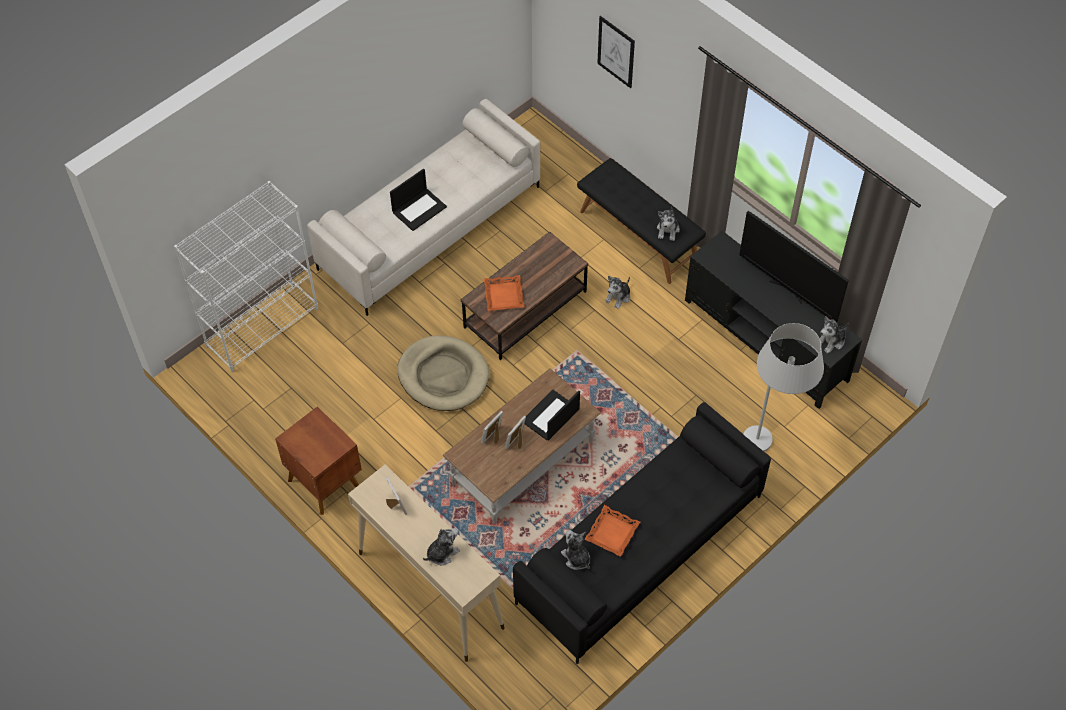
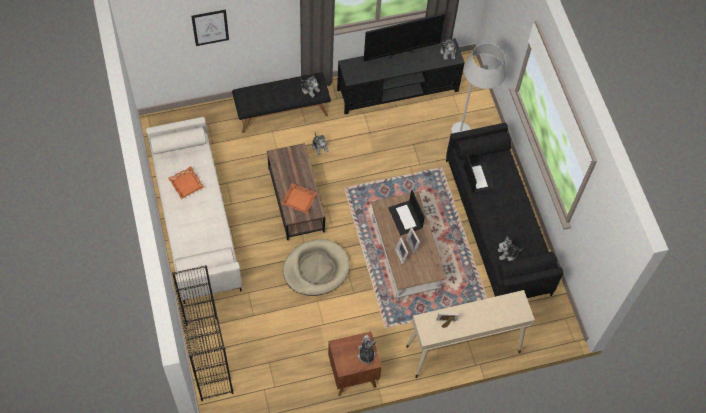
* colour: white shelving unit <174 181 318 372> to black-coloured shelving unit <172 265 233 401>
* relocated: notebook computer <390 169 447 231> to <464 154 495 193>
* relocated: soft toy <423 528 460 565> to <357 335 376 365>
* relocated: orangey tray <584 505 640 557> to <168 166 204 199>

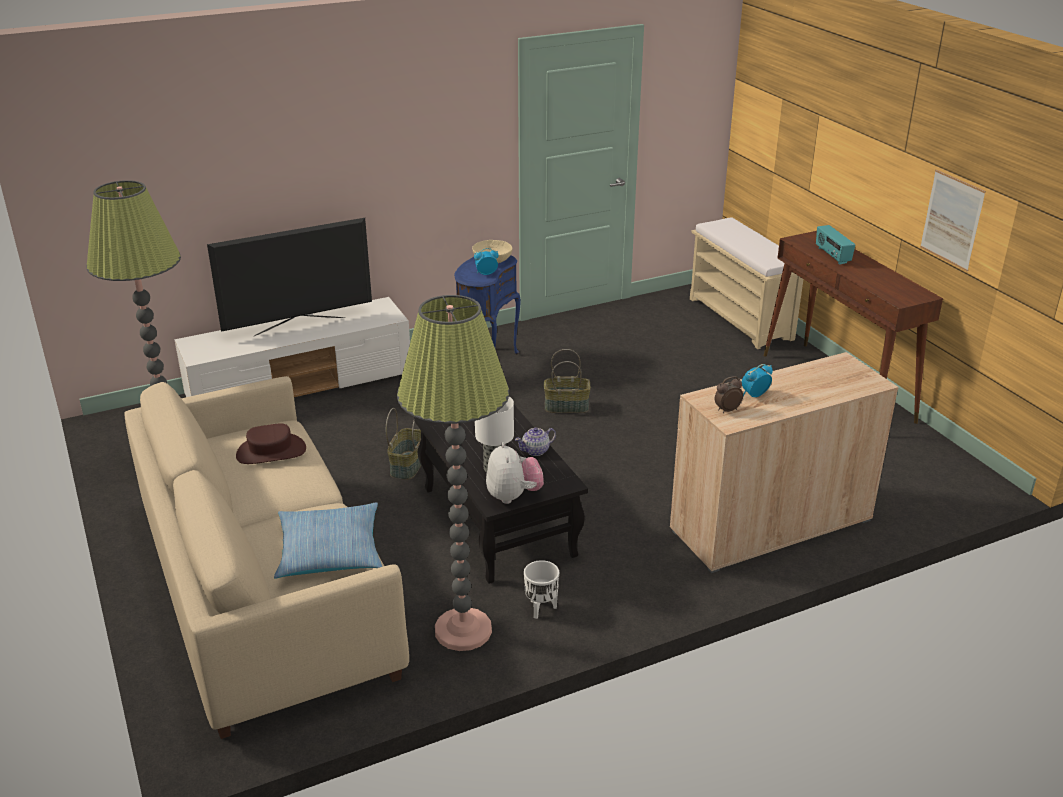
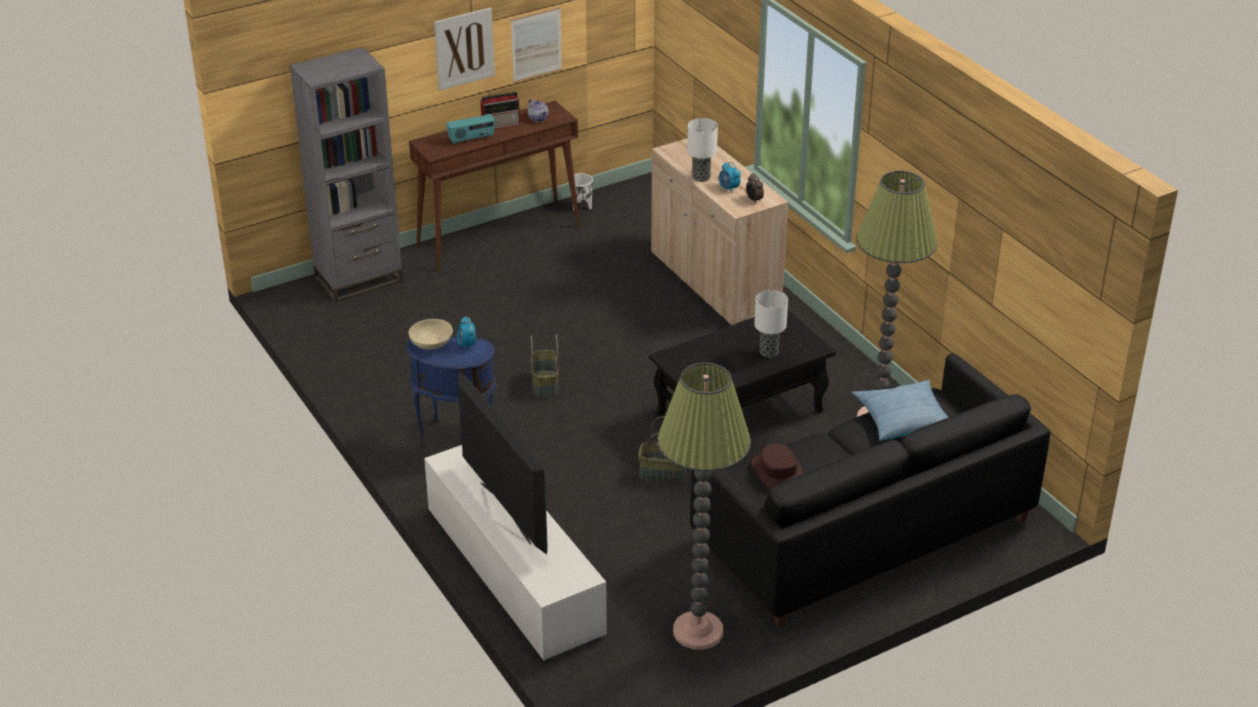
* colour: beige couch <125 376 409 739> to black-coloured couch <690 353 1050 627>
* missing: soft toy <486 442 544 504>
* relocated: teapot <515 428 556 456> to <528 99 549 122>
* relocated: white plant pot <524 560 559 619> to <570 173 593 210>
* exchanged: beige long seat <690 217 803 349> to grey shelving unit <290 47 403 302>
* appeared: wall art <434 8 495 90>
* appeared: radio set <481 92 520 129>
* appeared: table lamp <687 118 718 182>

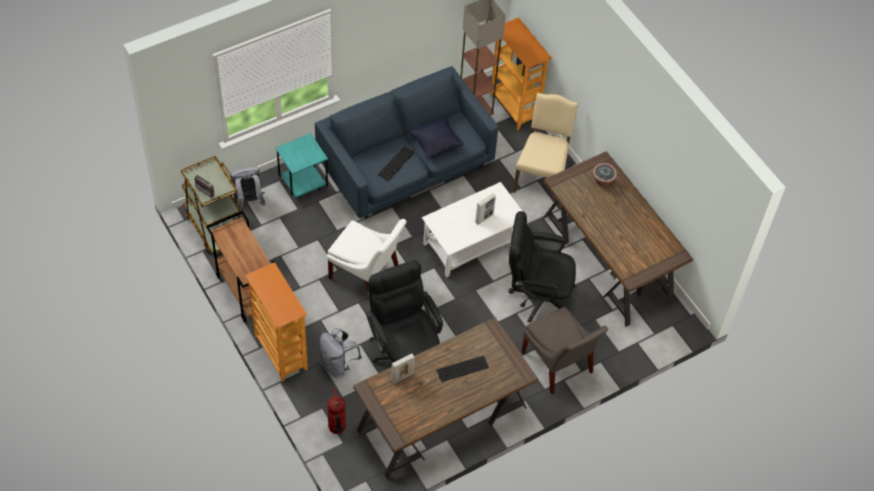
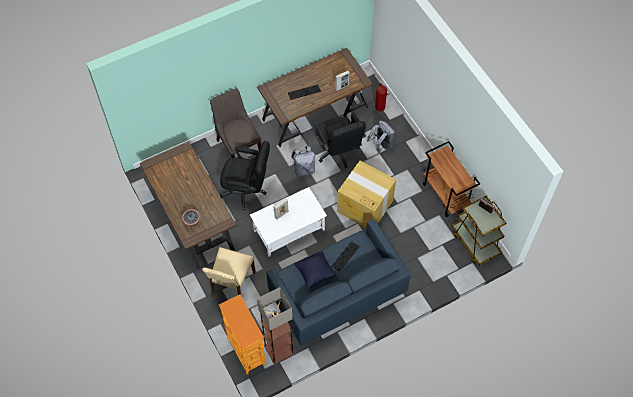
* relocated: grey knapsack <231 167 266 209> to <291 146 315 176>
* missing: shelving unit <245 262 308 382>
* missing: blue-green accent table <275 133 328 198>
* exchanged: white plain chair <327 219 406 292> to cardboard box <337 161 396 228>

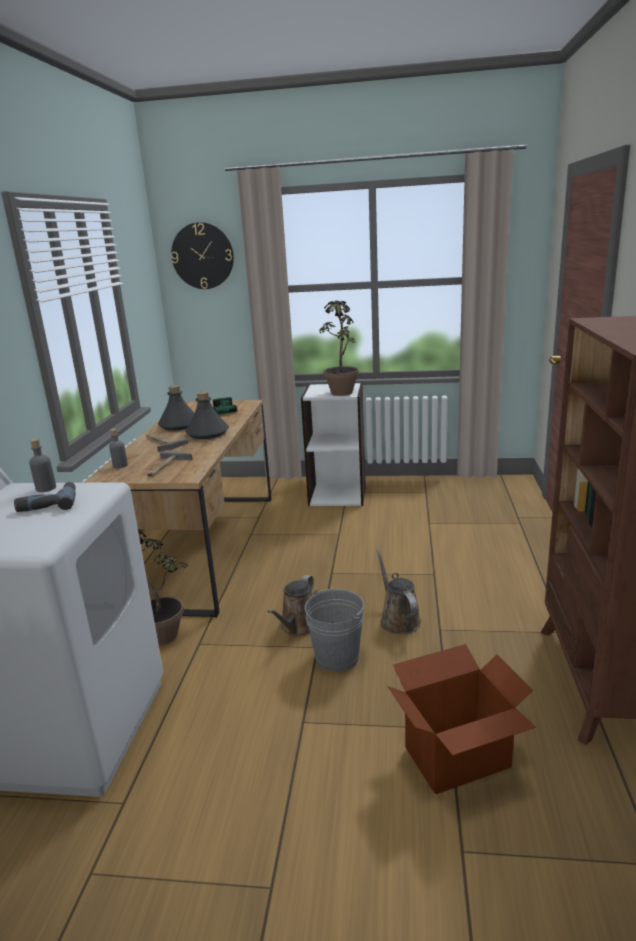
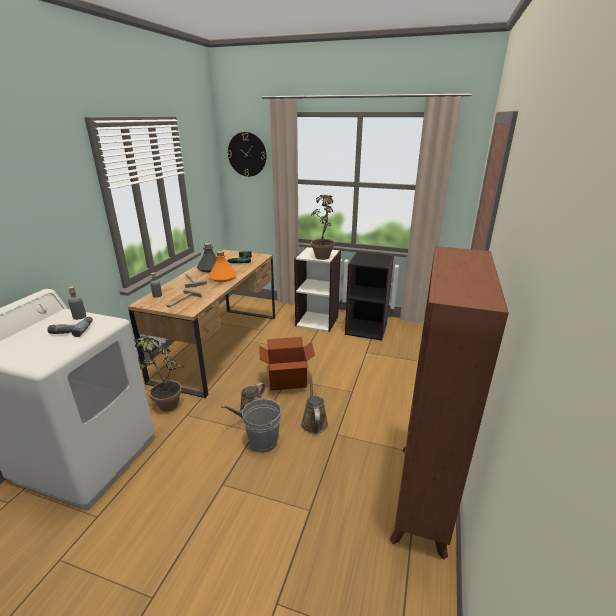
* colour: grey bottle <185 391 229 439> to orangey bottle <208 251 237 282>
* relocated: cardboard box <388 644 536 795> to <259 337 315 391>
* appeared: black-coloured shelving unit <345 252 394 341>

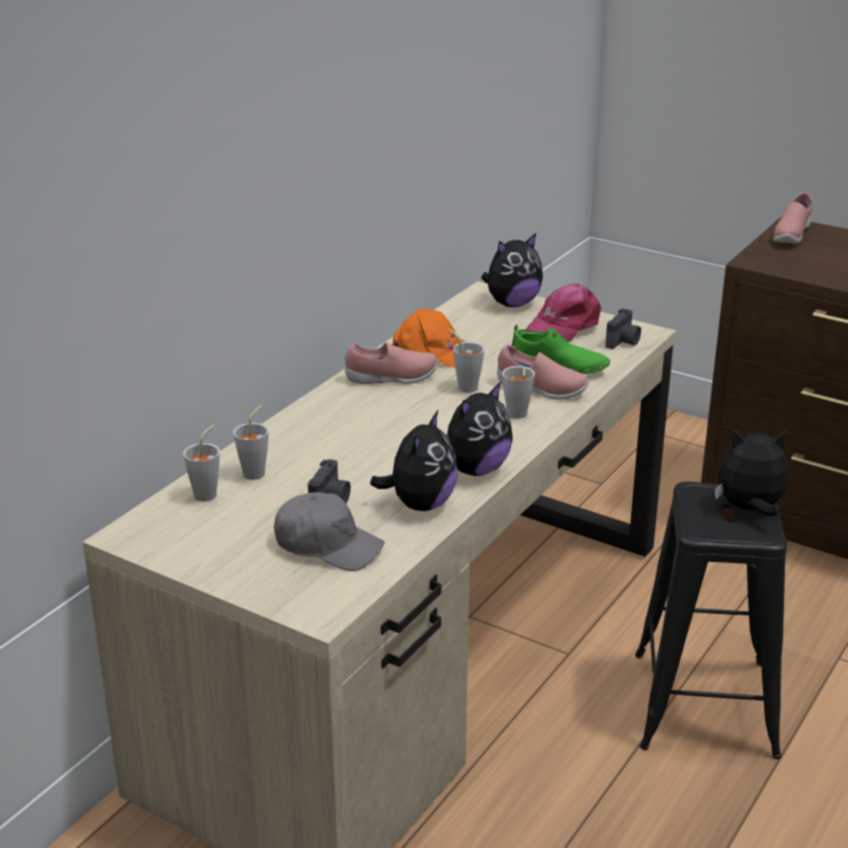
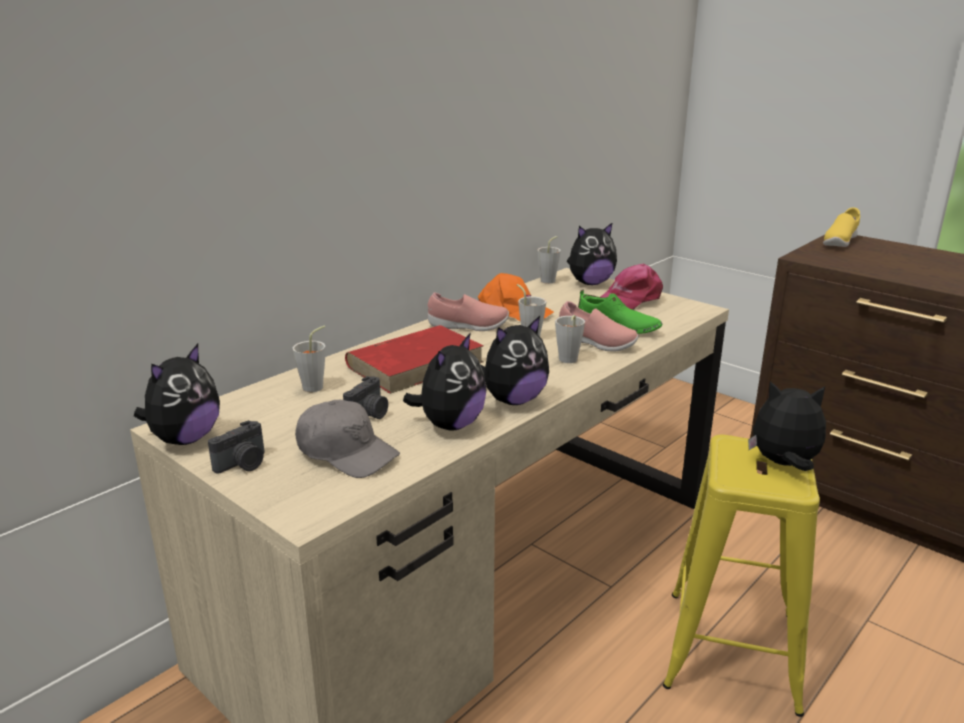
* relocated: grey small cup <183 425 220 502> to <537 236 561 284>
* relocated: photo camera <605 309 641 349> to <208 420 265 474>
* colour: black-coloured stool seat <635 481 787 759> to yellowish stool seat <663 435 820 717>
* colour: pink low shoe <773 192 812 244> to yellowish low shoe <823 207 860 247>
* appeared: soft toy <134 344 220 445>
* appeared: reddish book <345 325 484 394>

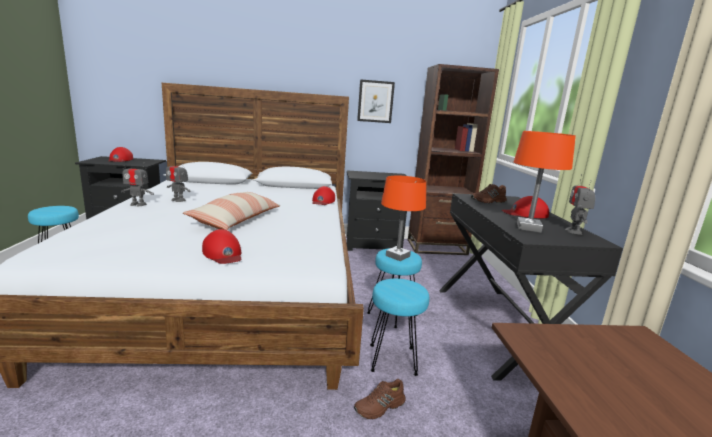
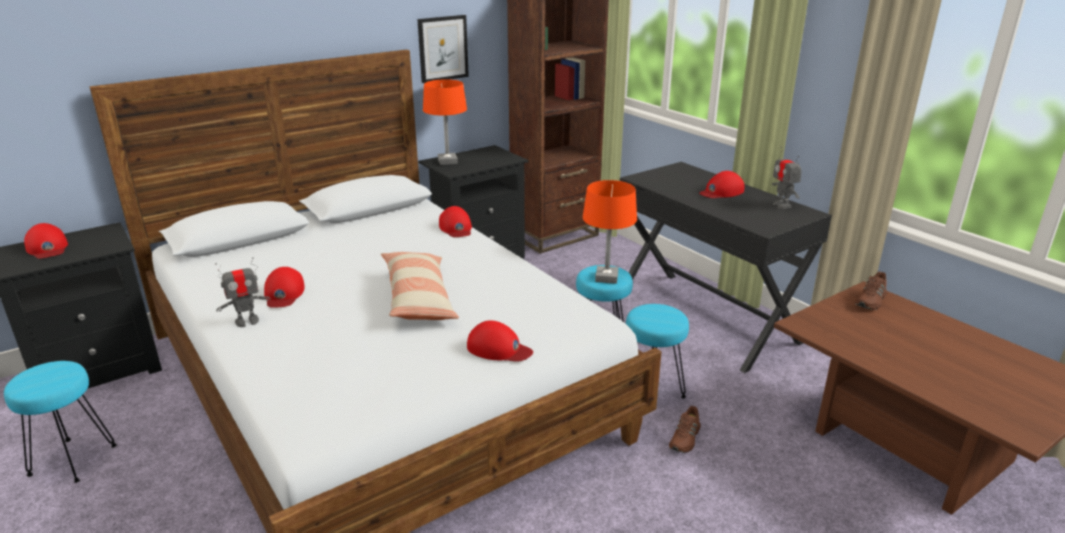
* exchanged: model robot <166 157 191 202> to reddish peaked cap <264 267 305 308>
* relocated: brownish low shoe <471 184 507 203> to <855 271 887 310>
* relocated: orangey table lamp <514 131 576 233> to <423 79 467 165>

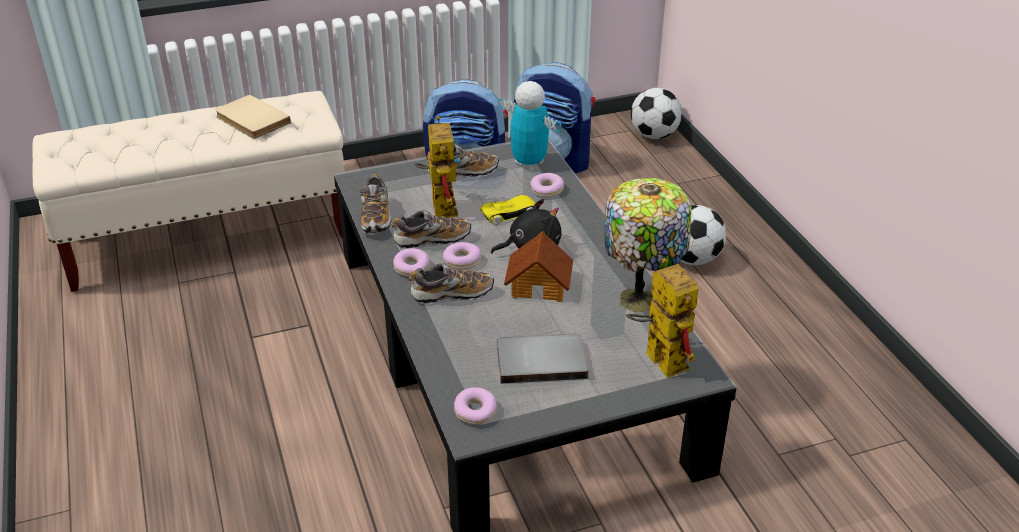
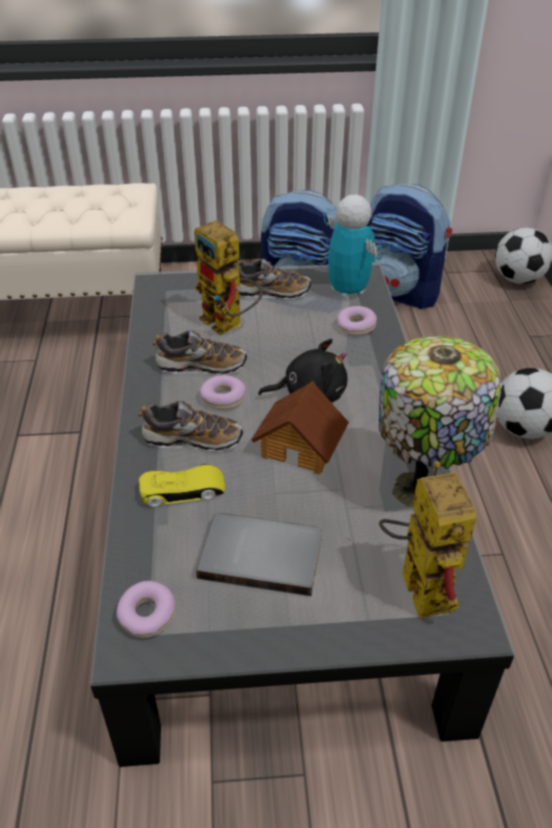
* missing: beige book <215 95 291 139>
* missing: low shoe <360 174 392 235>
* missing: doughnut <393 248 430 277>
* spun: model robot <415 116 459 218> = <194 220 263 335> 135 degrees clockwise
* relocated: yellowish toy car <480 195 539 225> to <139 464 225 507>

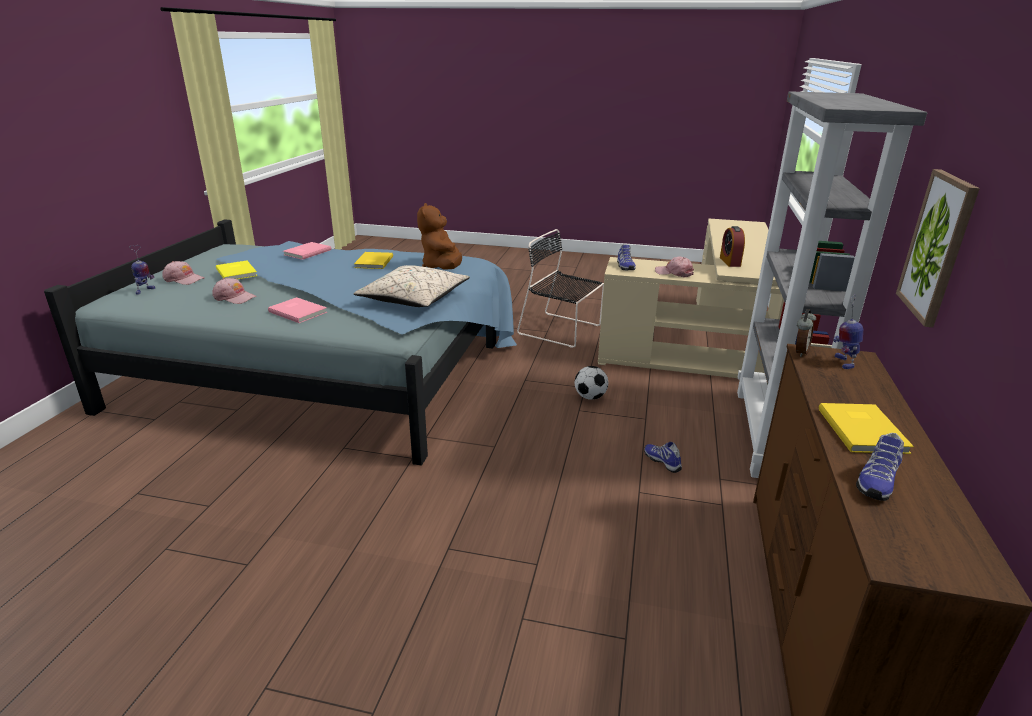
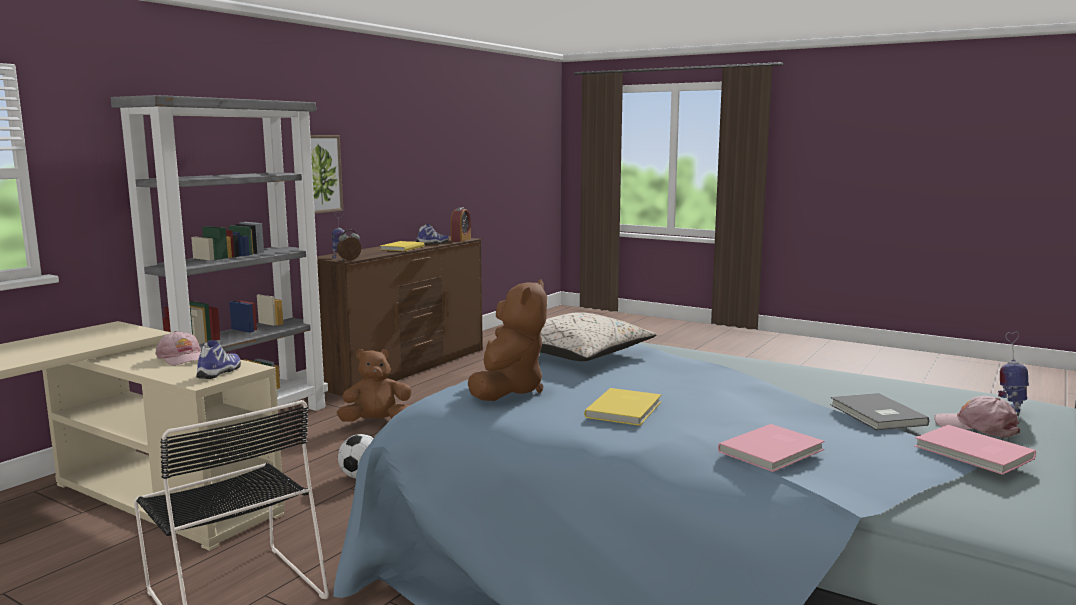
* missing: pink peaked cap <212 278 257 304>
* colour: yellowish book <216 261 258 279> to grey book <830 393 929 430>
* relocated: pink book <268 297 327 323> to <914 425 1036 475>
* exchanged: low shoe <644 442 682 473> to brownish soft toy <337 349 412 422>
* relocated: table clock <720 226 745 267> to <451 207 471 242>

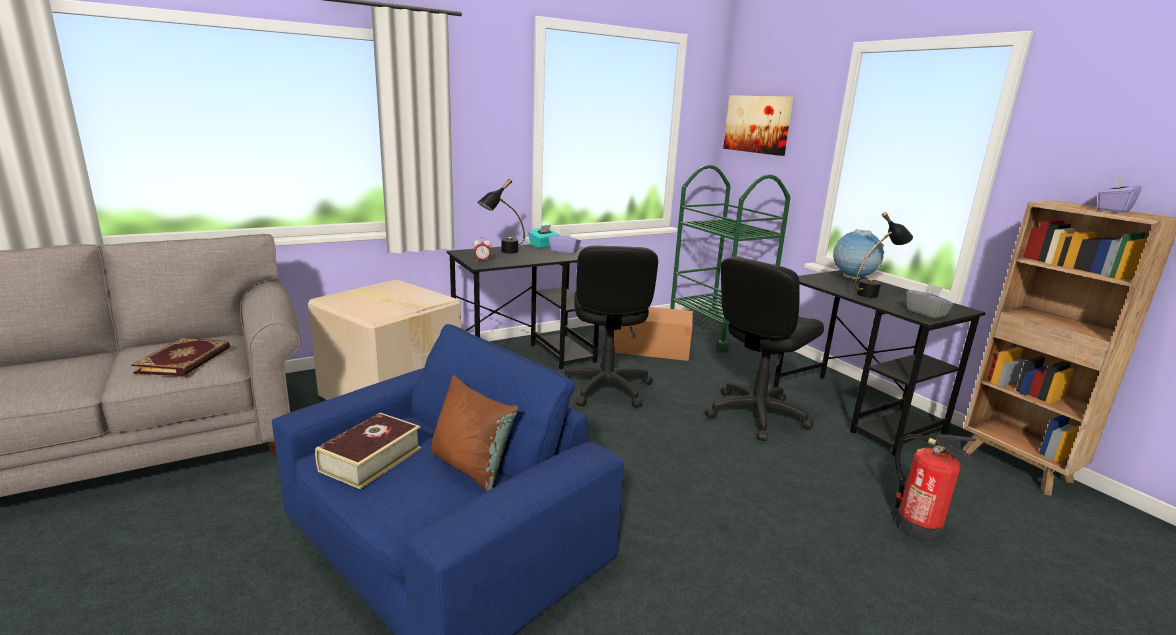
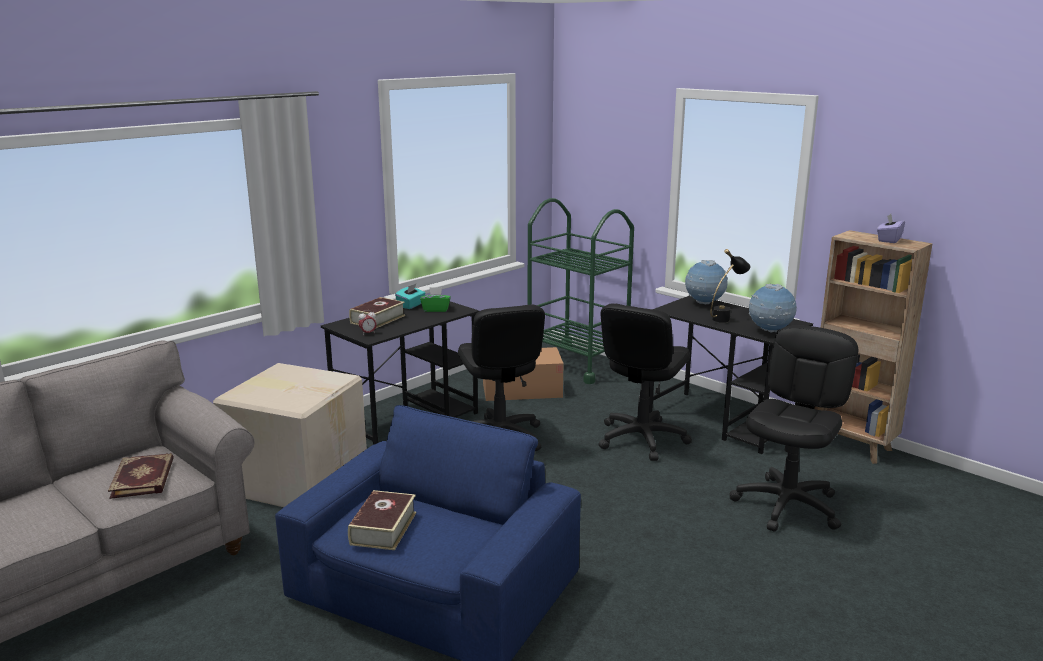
* missing: brownish throw pillow <432 375 519 492>
* exchanged: black-coloured table lamp <477 179 525 253> to book <349 297 405 329>
* colour: purple-coloured tissue holder <549 229 581 254> to green-coloured tissue holder <420 287 451 312>
* missing: wall art <723 95 793 156>
* exchanged: fire extinguisher <894 434 977 543> to black-coloured desk chair <730 325 858 531>
* exchanged: grey tissue holder <907 283 954 319> to world globe <749 284 797 332>

